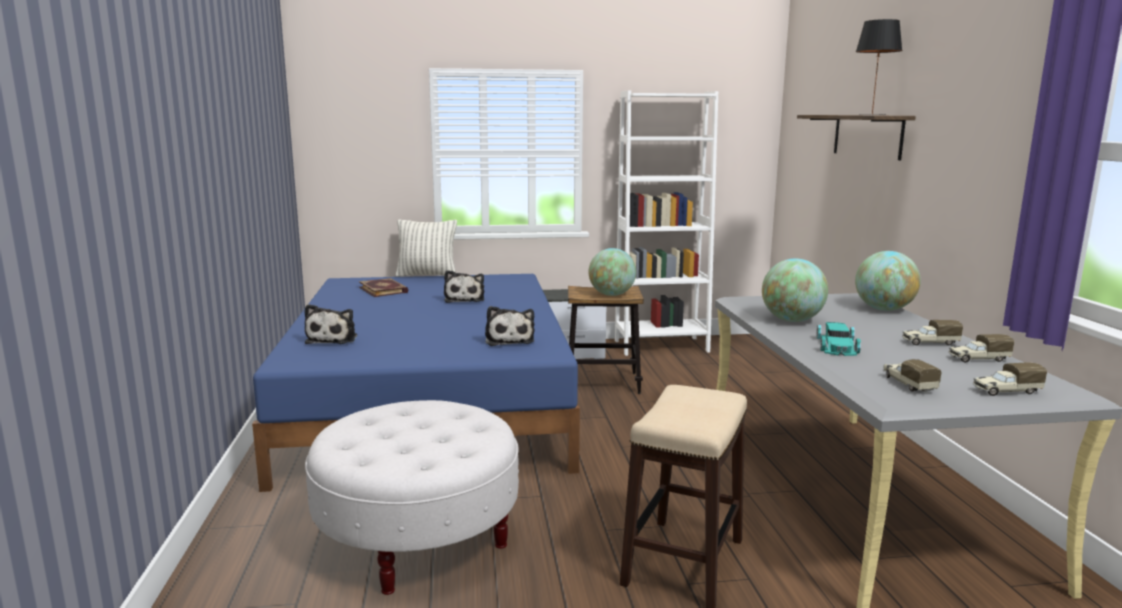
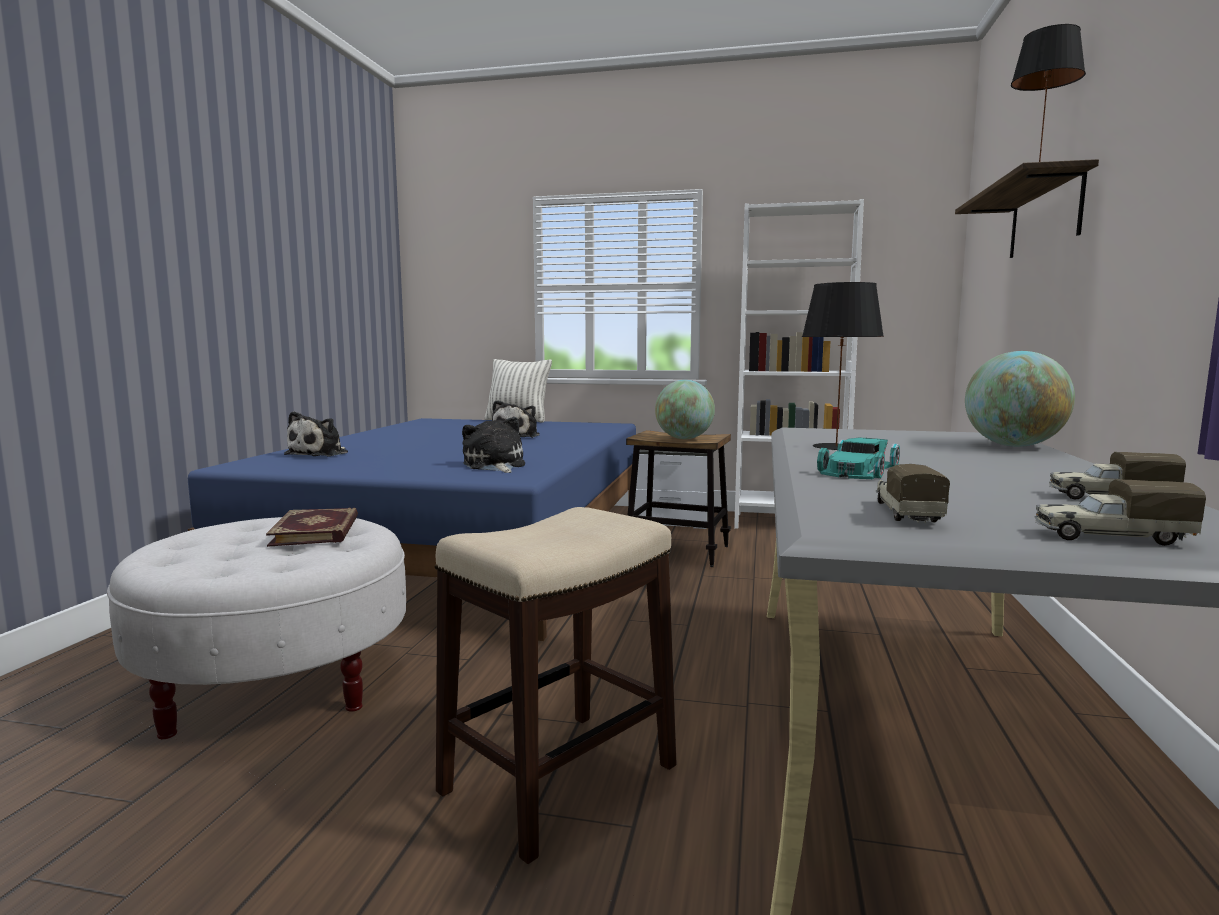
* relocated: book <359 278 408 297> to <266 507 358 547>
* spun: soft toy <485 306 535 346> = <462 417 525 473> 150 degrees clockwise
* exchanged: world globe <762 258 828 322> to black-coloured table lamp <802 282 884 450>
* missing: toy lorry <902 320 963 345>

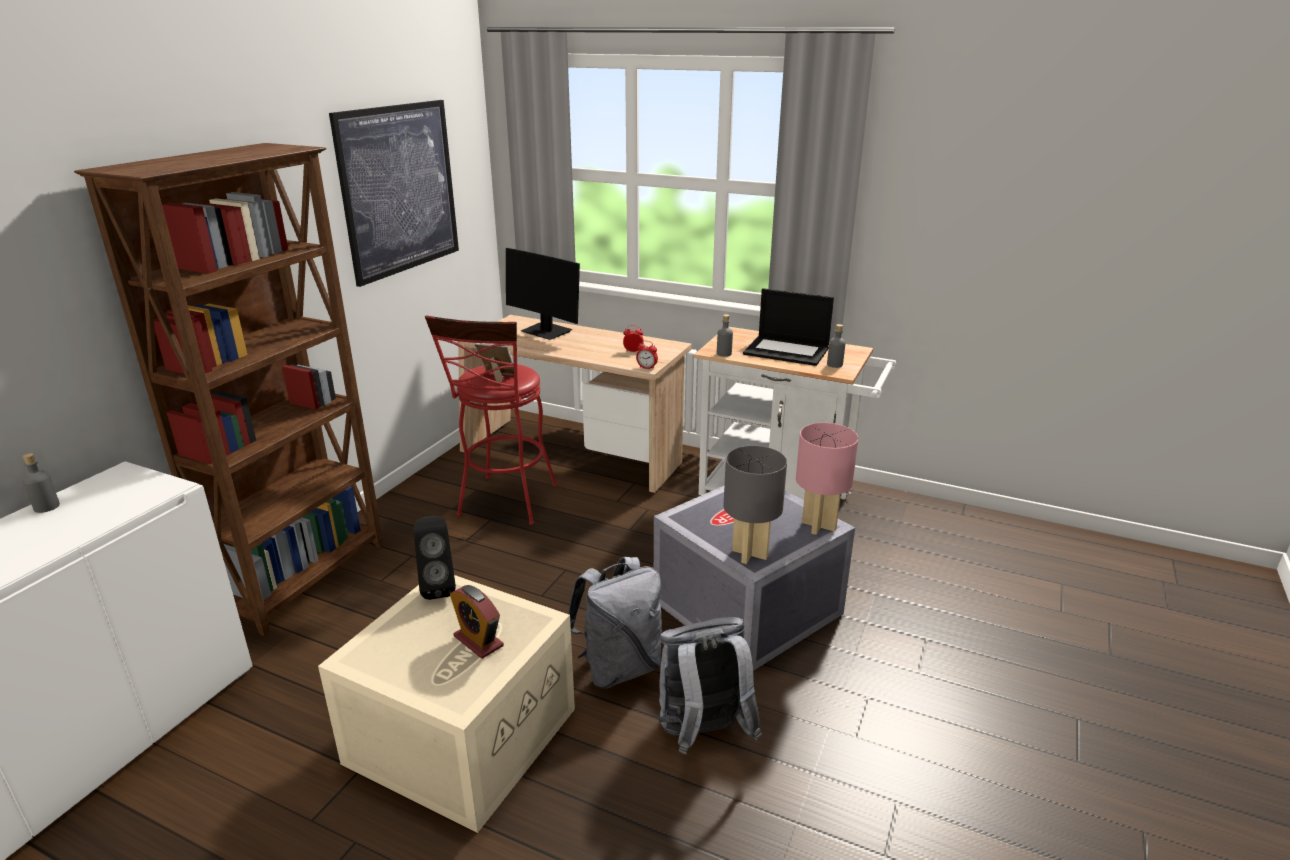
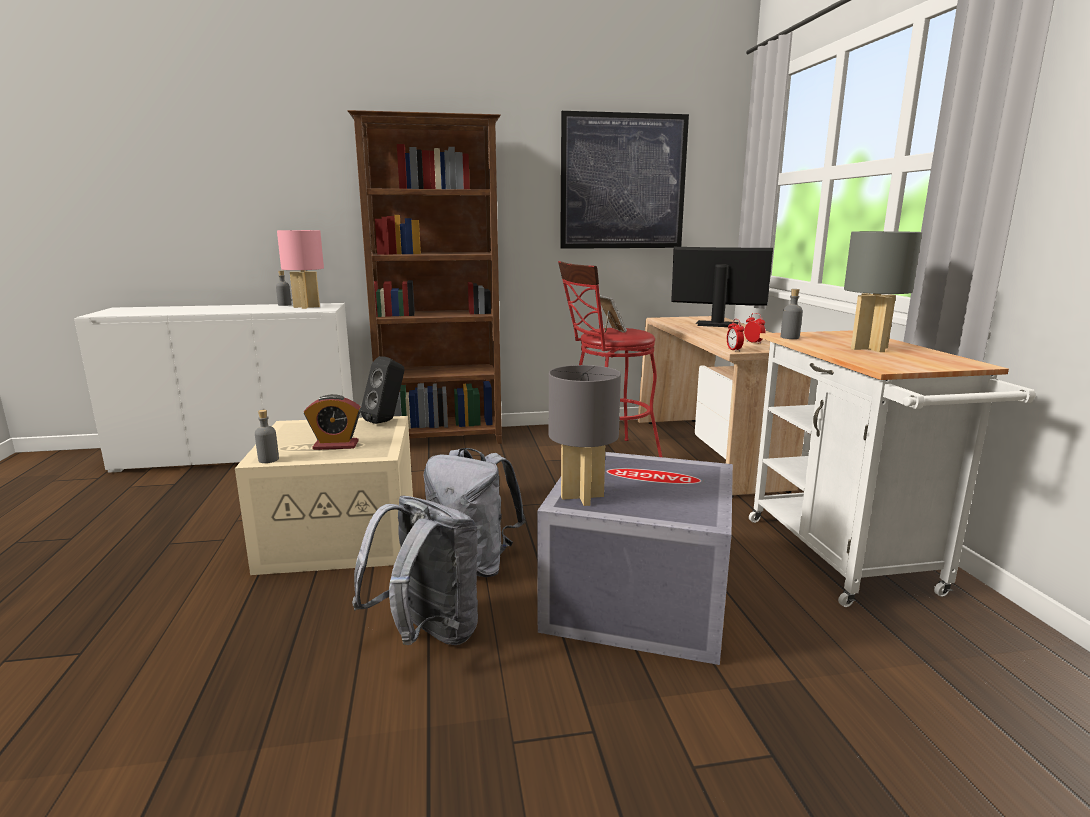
* spun: table clock <450 585 504 659> = <304 394 361 450> 105 degrees counterclockwise
* spun: monitor <506 248 580 340> = <671 247 773 327> 105 degrees clockwise
* exchanged: notebook computer <743 288 834 366> to grey table lamp <844 231 922 352>
* relocated: pink table lamp <796 423 858 535> to <277 230 324 309>
* relocated: grey bottle <827 324 846 368> to <255 410 279 463>

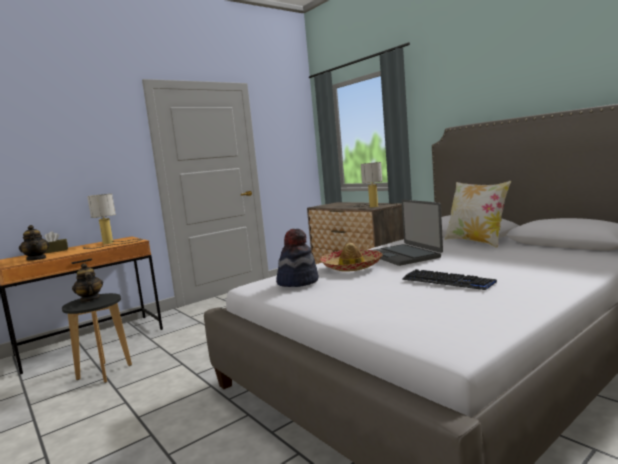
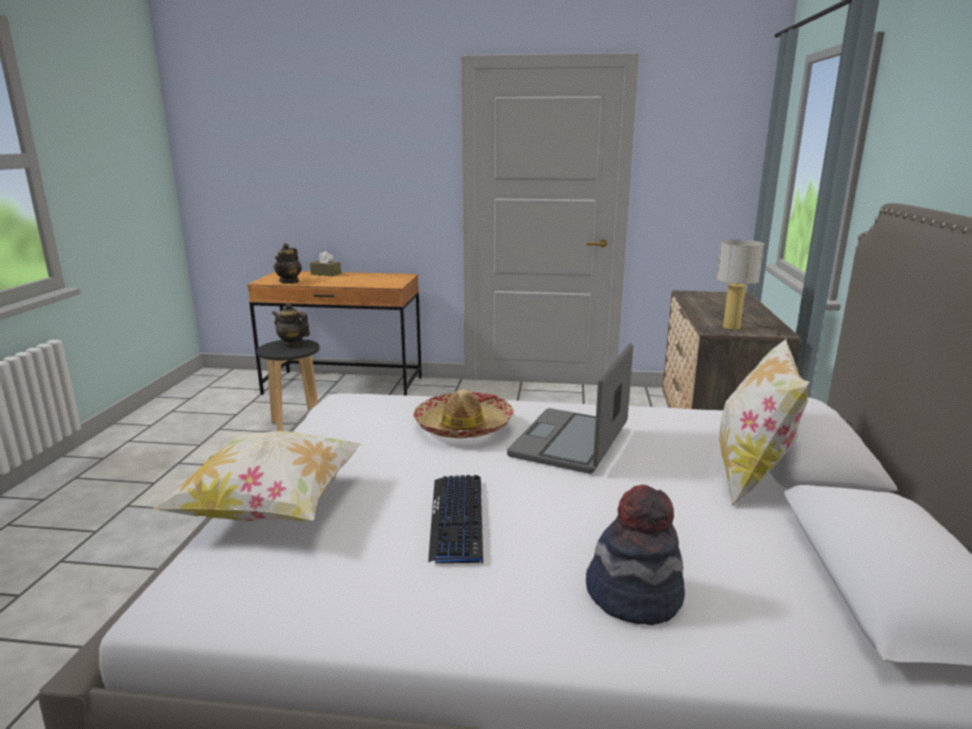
* spun: teapot <72 263 103 302> = <272 303 310 347> 75 degrees counterclockwise
* missing: table lamp <83 194 143 249>
* relocated: wearable hat <276 229 319 287> to <586 485 685 625>
* appeared: throw pillow <153 431 363 522>

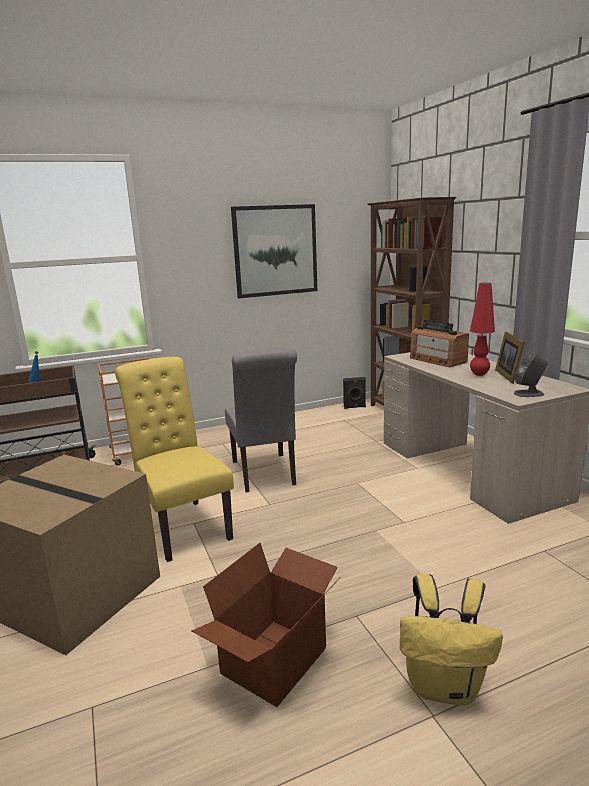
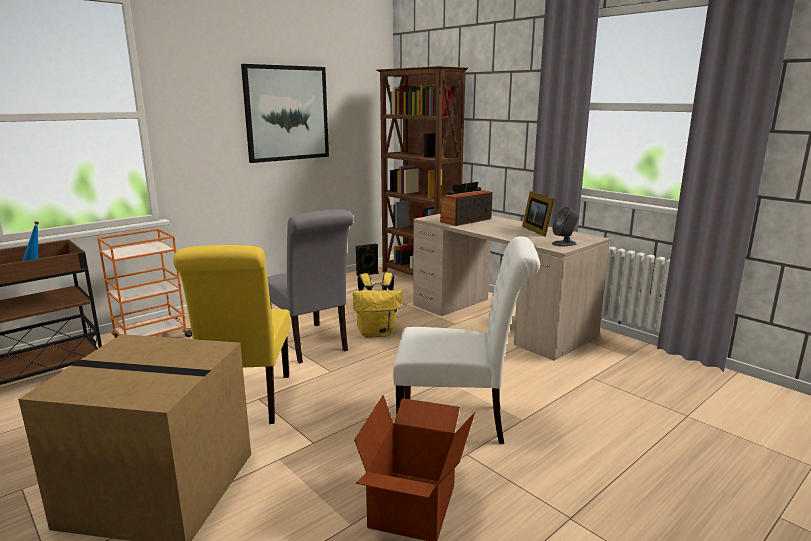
* spun: yellowish plain chair <115 357 234 562> = <173 245 291 424> 135 degrees counterclockwise
* relocated: yellowish knapsack <400 574 503 705> to <353 273 402 338>
* spun: radio set <410 320 469 367> = <440 182 493 226> 105 degrees clockwise
* missing: reddish table lamp <470 283 495 376>
* appeared: white plain chair <393 236 540 444>

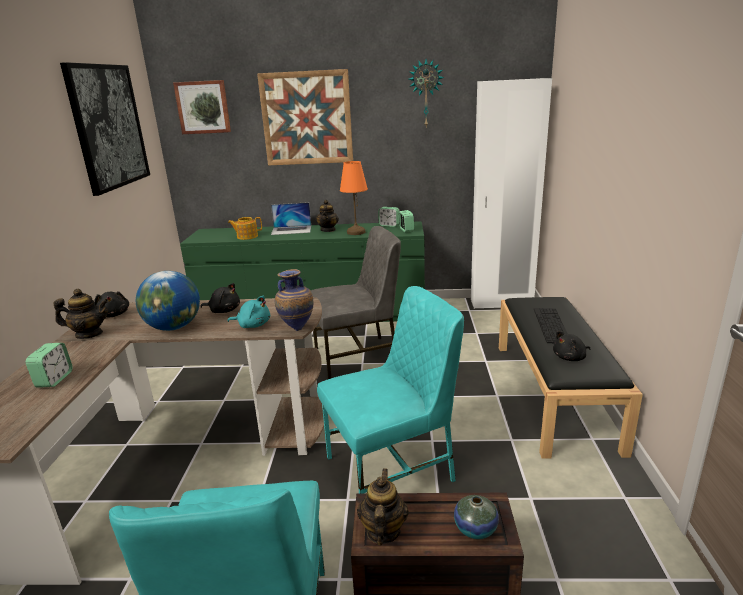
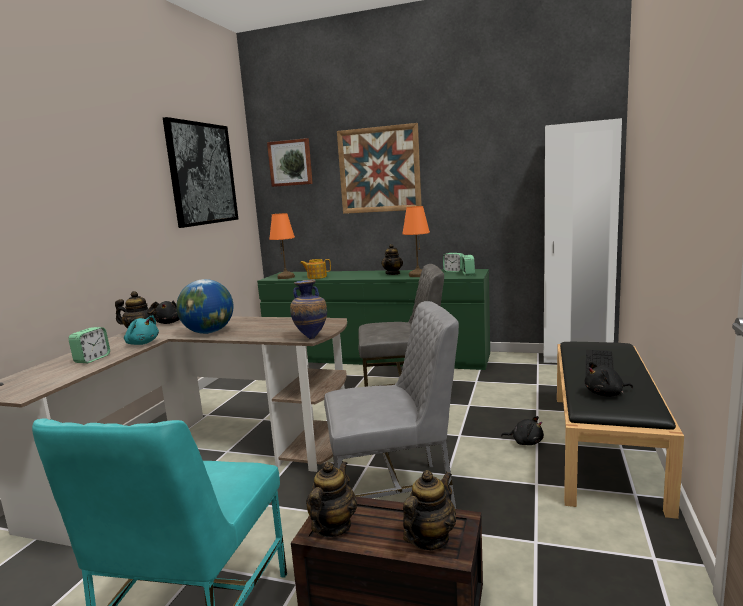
* relocated: black-coloured soft toy <200 283 240 313> to <501 416 544 445>
* relocated: blue-green soft toy <227 296 270 328> to <124 315 159 345>
* missing: notebook computer <271 202 311 235>
* colour: blue-green plain chair <317 286 464 494> to grey plain chair <324 301 459 509>
* missing: wall clock <409 59 444 127>
* exchanged: vase <454 495 499 539> to teapot <403 470 456 550>
* appeared: orangey table lamp <269 213 295 279>

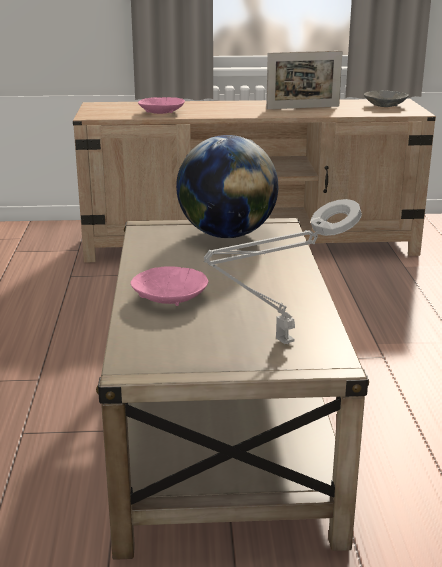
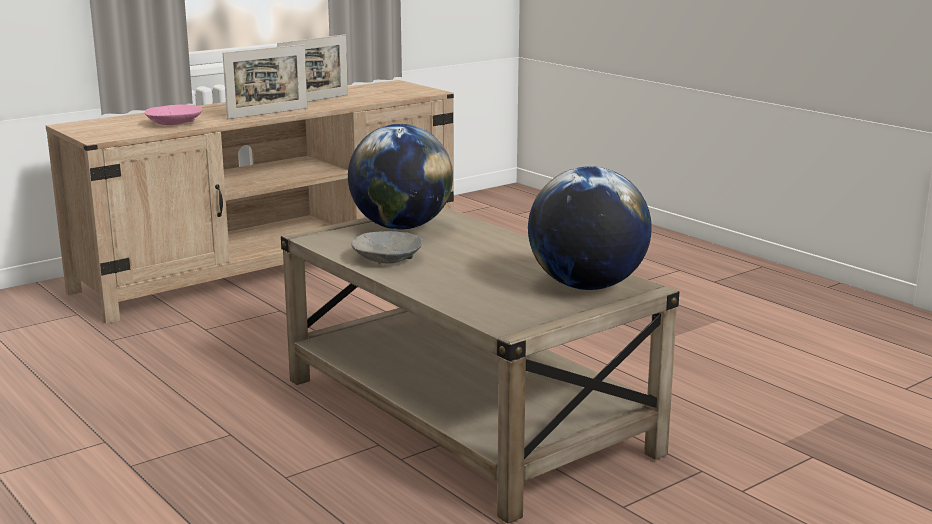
* missing: pink bowl <131 266 208 306>
* exchanged: grey table lamp <204 199 362 344> to world globe <528 166 652 290>
* relocated: grey bowl <364 90 409 107> to <351 231 423 264>
* appeared: standing frame <223 44 308 119>

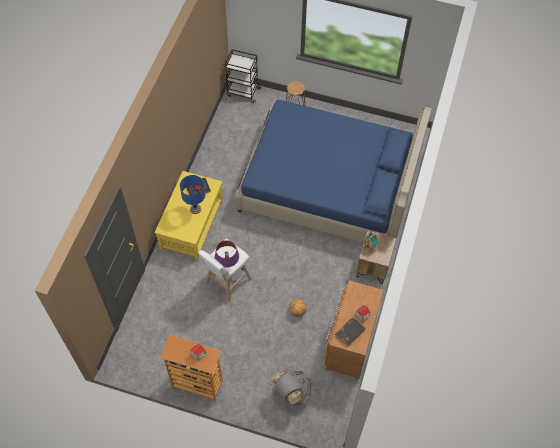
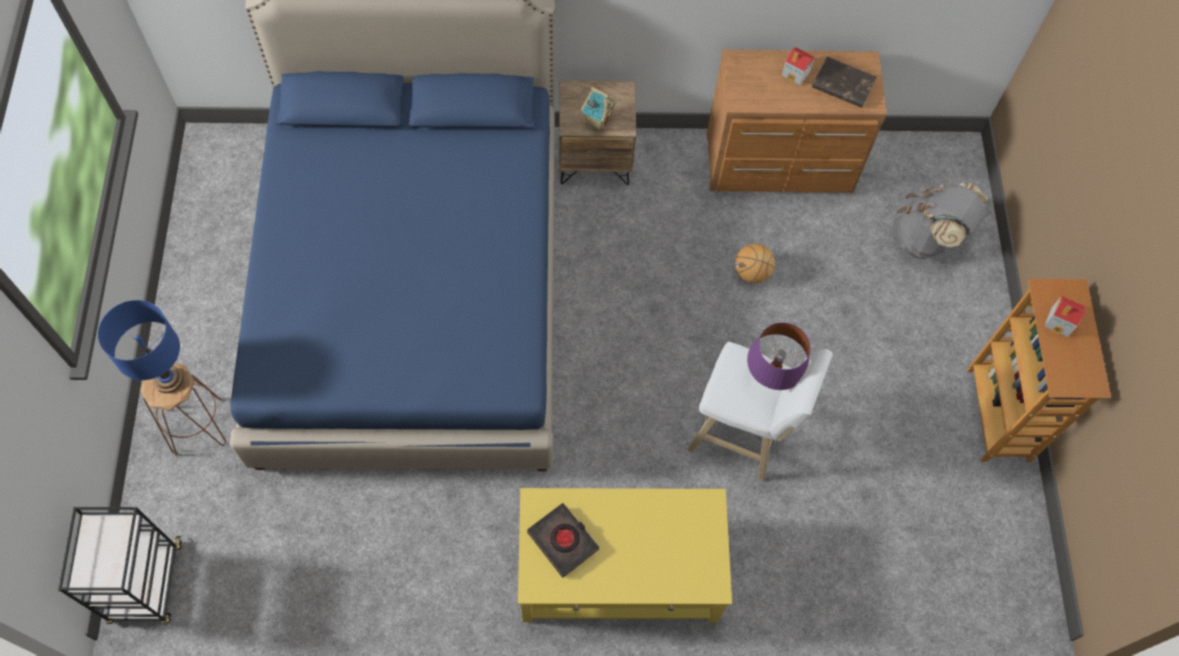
* relocated: bluish table lamp <180 175 205 214> to <98 300 184 393>

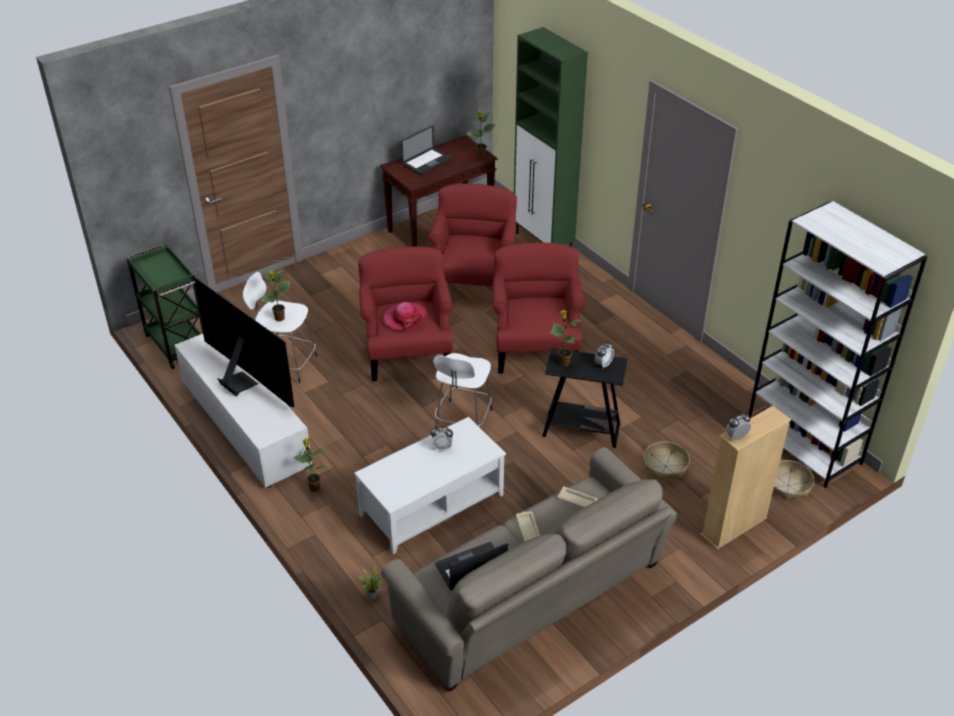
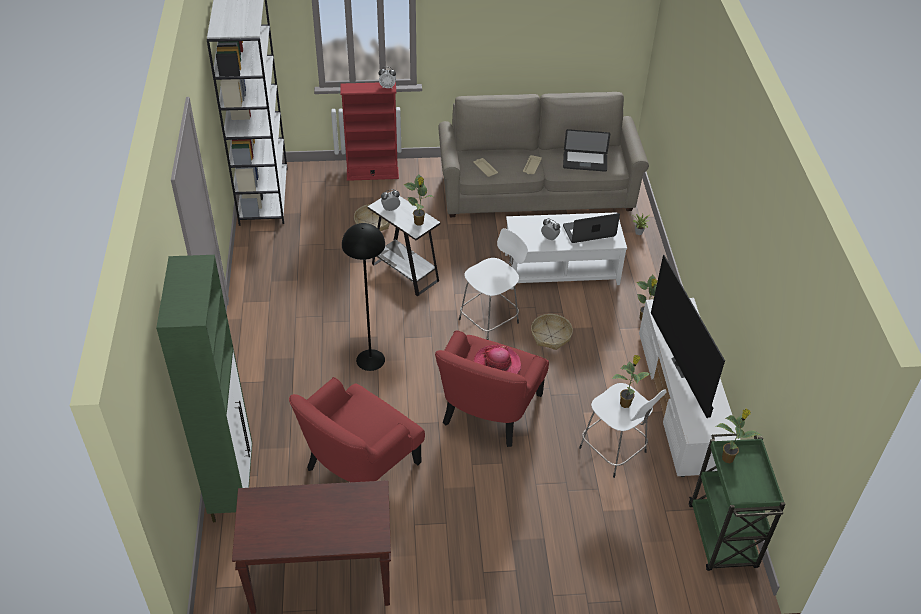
* relocated: notebook computer <401 125 451 175> to <563 213 620 243>
* relocated: houseplant <466 110 496 158> to <716 409 761 463>
* exchanged: reddish easy chair <492 243 585 374> to black-coloured floor lamp <342 223 385 371>
* colour: black-coloured accent table <542 348 628 448> to white accent table <368 196 441 296>
* colour: beige shelving unit <700 406 791 549> to reddish shelving unit <341 82 399 181>
* relocated: storage basket <773 460 814 500> to <531 314 573 350>

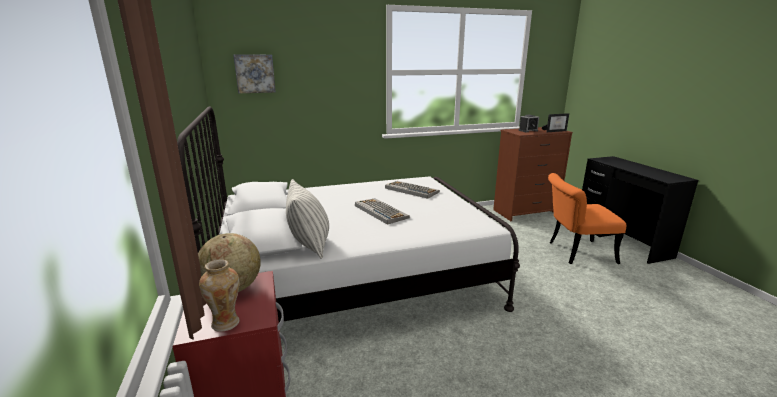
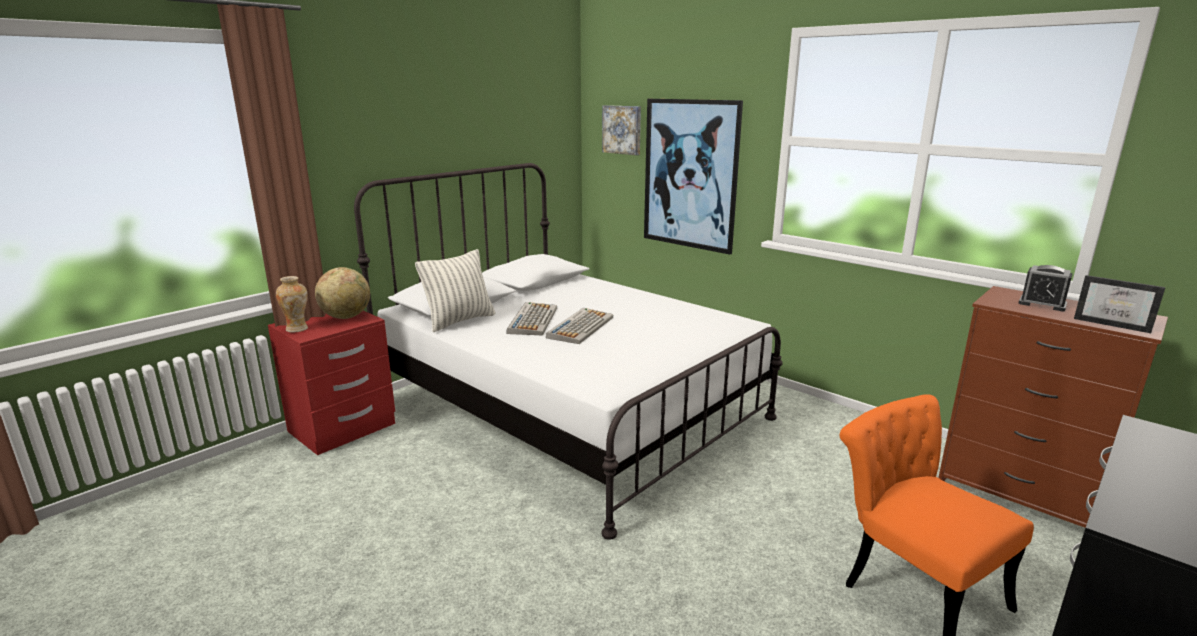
* relocated: computer keyboard <385 181 440 199> to <507 302 557 336>
* appeared: wall art <644 99 743 255>

